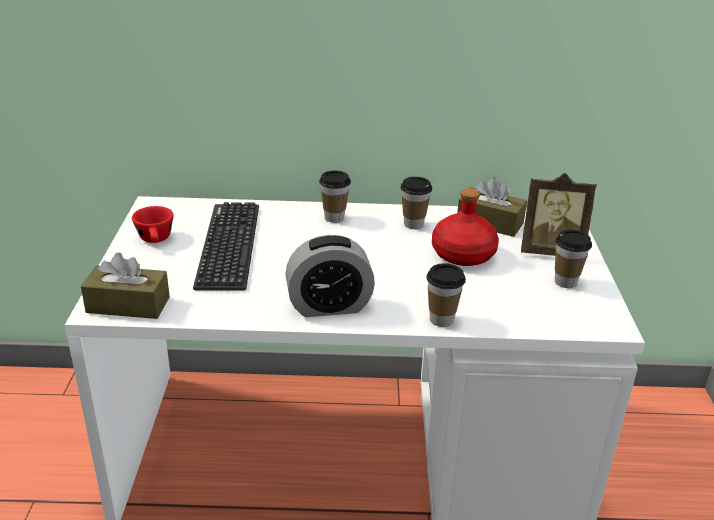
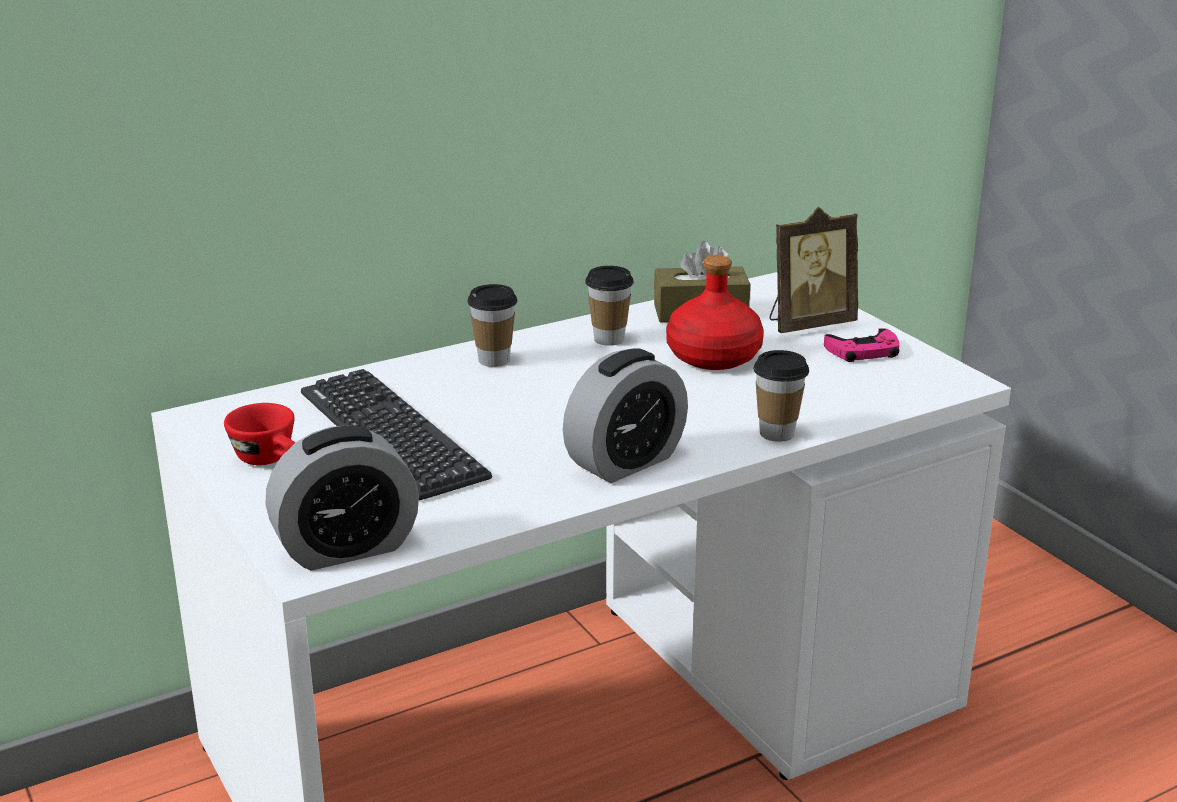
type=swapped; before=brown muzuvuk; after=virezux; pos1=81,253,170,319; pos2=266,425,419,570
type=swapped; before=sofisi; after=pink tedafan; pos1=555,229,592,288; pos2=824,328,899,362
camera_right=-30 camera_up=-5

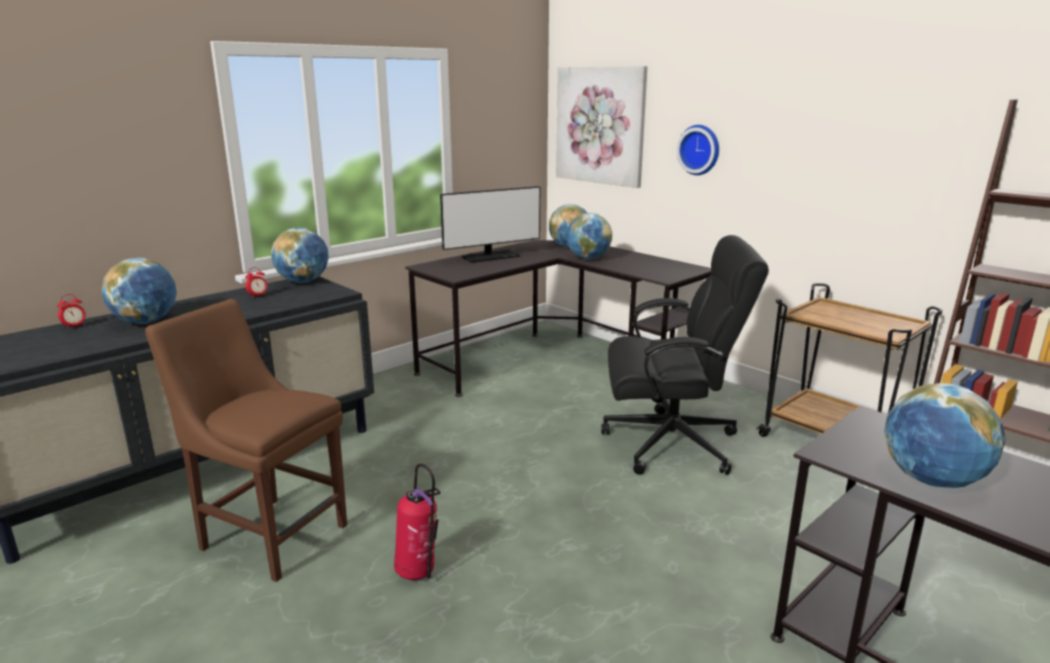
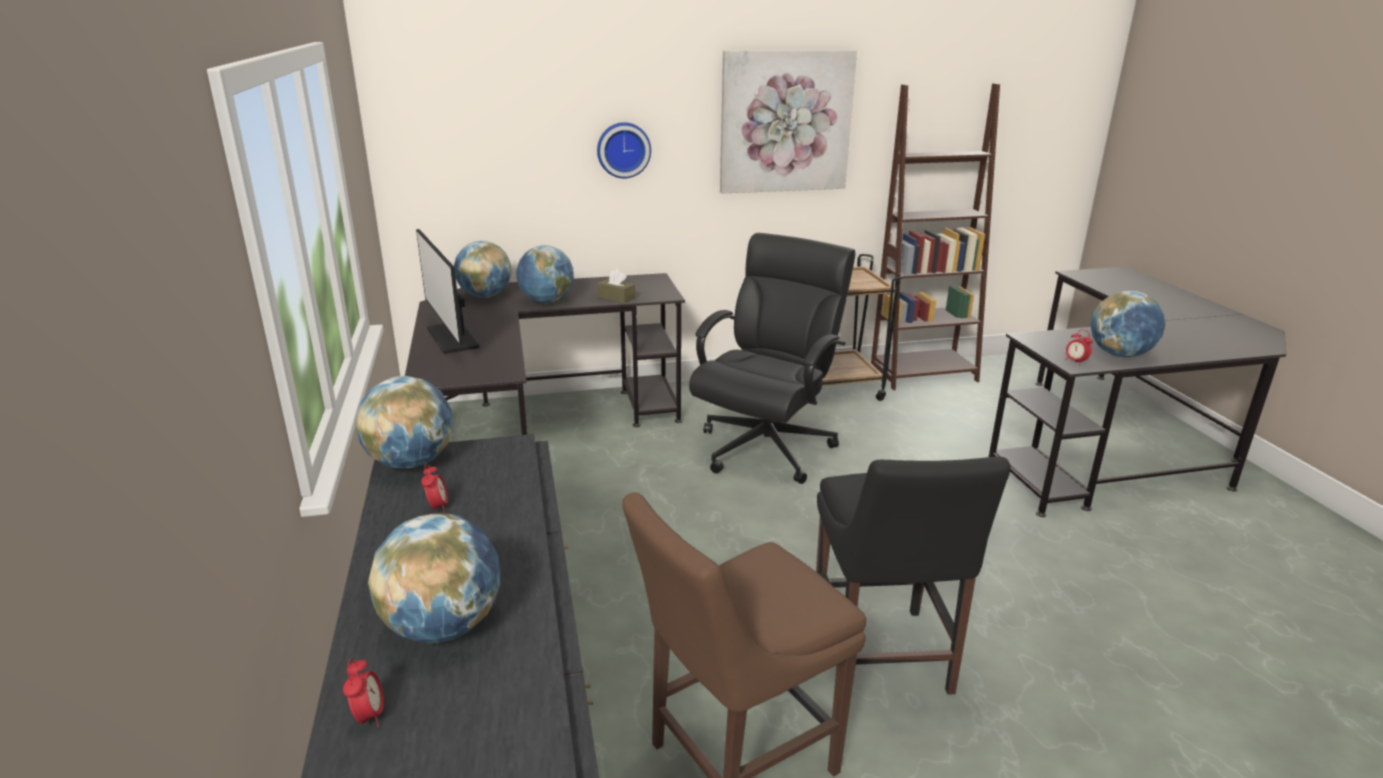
type=new; after=brown muzuvuk; pos2=597,269,635,303
type=new; after=virezux; pos2=1065,330,1093,363
type=shifted; before=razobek; pos1=556,66,647,188; pos2=720,50,857,194
type=swapped; before=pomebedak; after=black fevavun; pos1=394,463,441,581; pos2=816,457,1011,695
type=rotated; before=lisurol; pos1=440,186,540,263; pos2=416,229,479,354; turn=150
camera_right=-60 camera_up=5

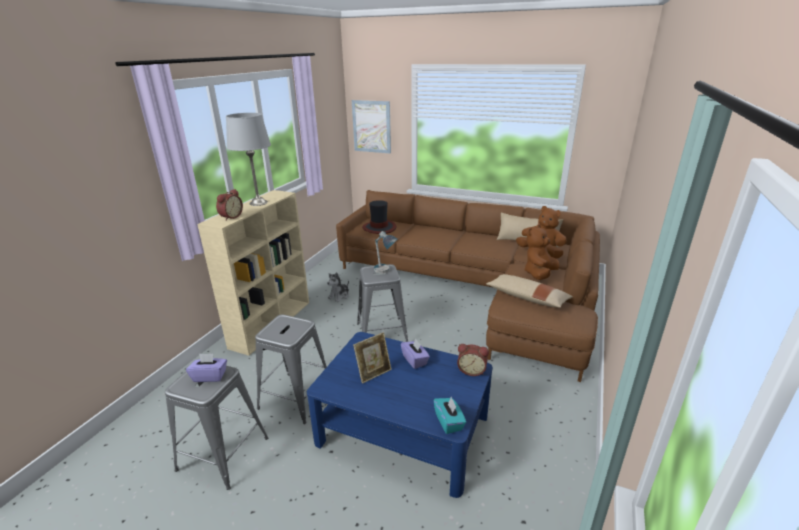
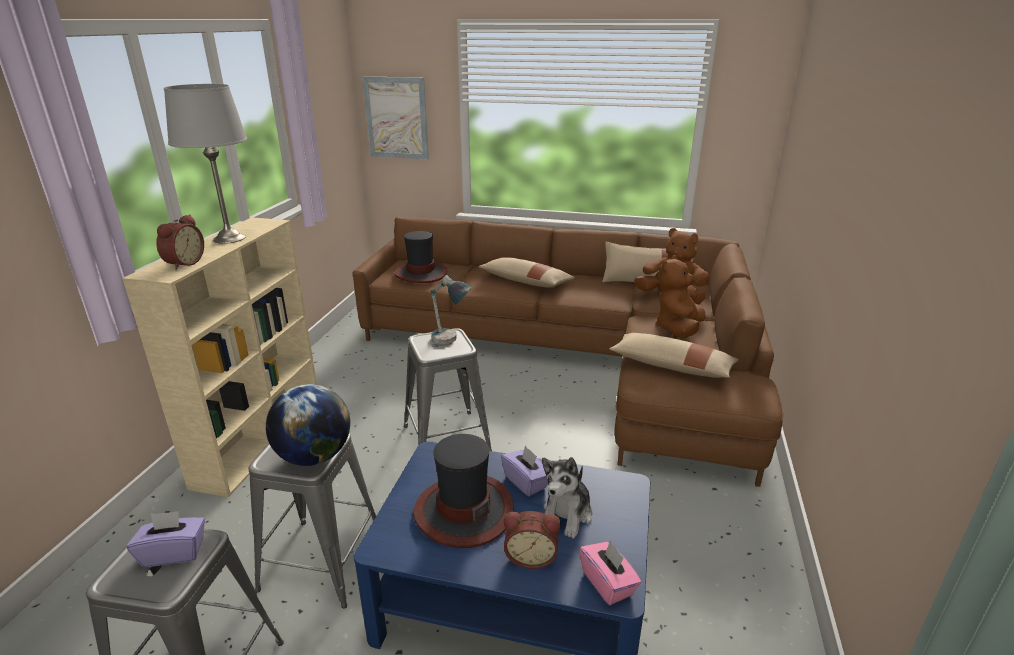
type=new; after=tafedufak; pos2=266,384,350,466
type=new; after=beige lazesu; pos2=479,257,575,288
type=shifted; before=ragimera; pos1=327,272,349,302; pos2=542,457,593,539
type=shifted; before=virezux; pos1=457,344,489,376; pos2=504,511,561,569
type=swapped; before=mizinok; after=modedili; pos1=353,332,392,384; pos2=413,434,514,548
type=repainted; before=turquoise muzuvuk; after=pink muzuvuk; pos1=434,397,466,434; pos2=579,540,641,605
camera_right=-10 camera_up=0

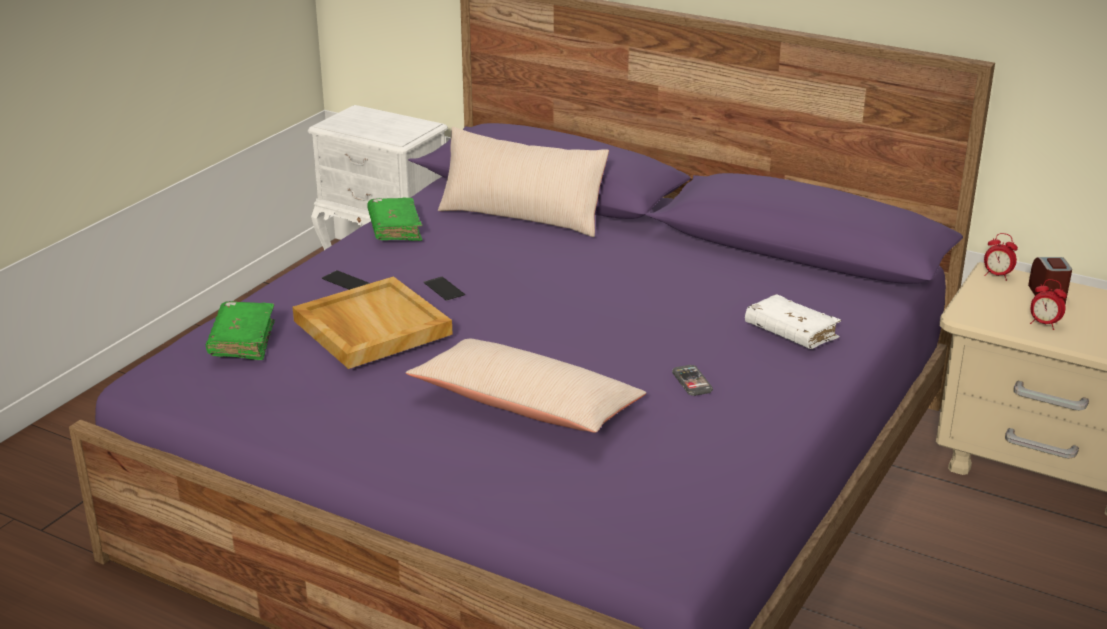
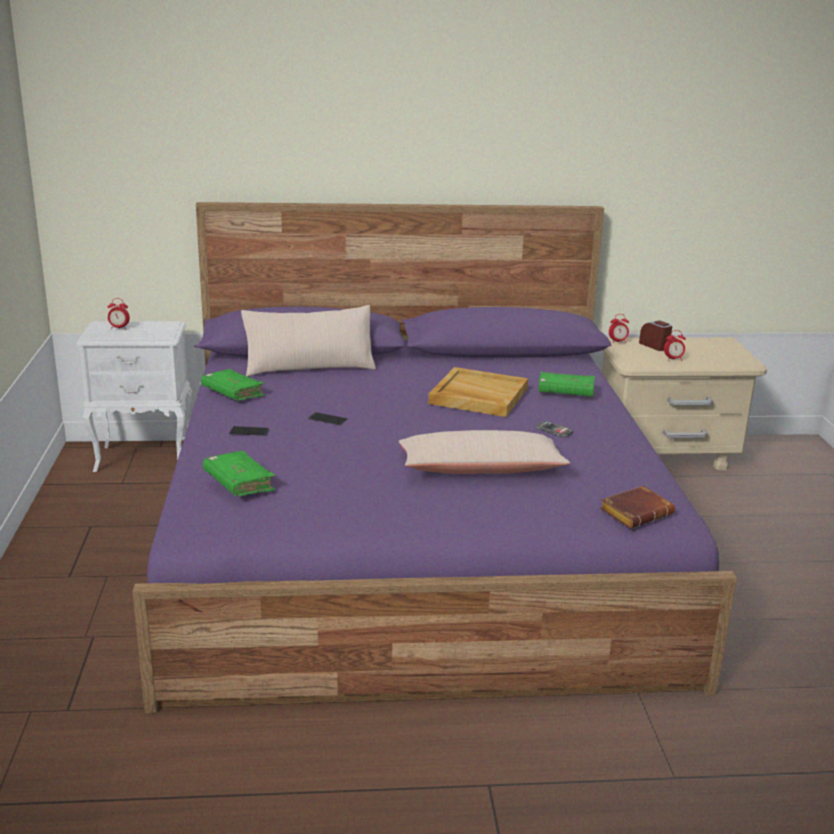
type=new; after=virezux; pos2=108,298,130,330
type=new; after=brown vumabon; pos2=600,486,675,529
type=shifted; before=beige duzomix; pos1=293,276,453,369; pos2=428,367,528,417
type=repainted; before=white vumabon; after=green vumabon; pos1=745,294,841,349; pos2=538,372,595,397
camera_right=-35 camera_up=-5

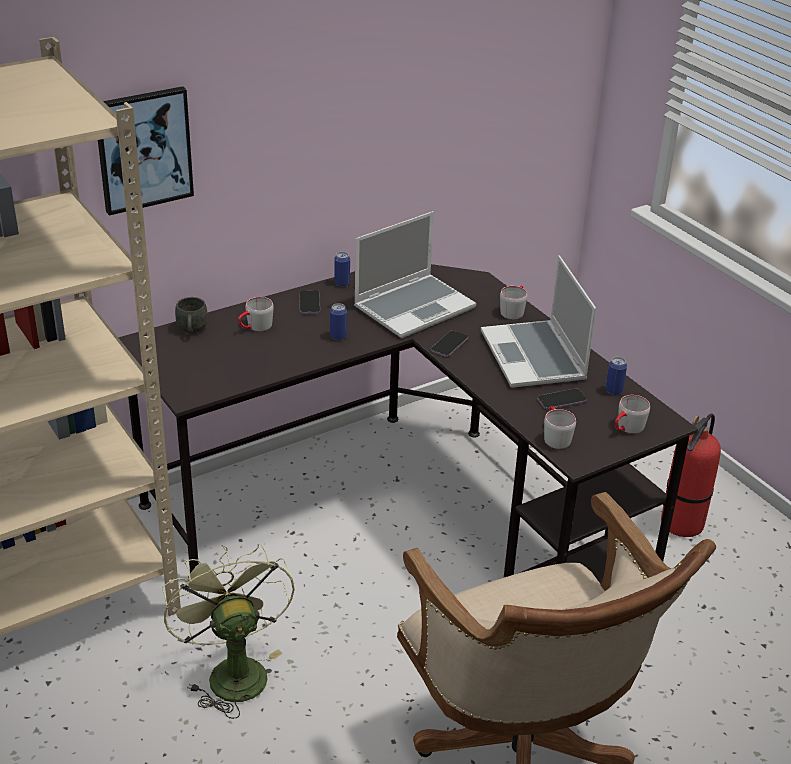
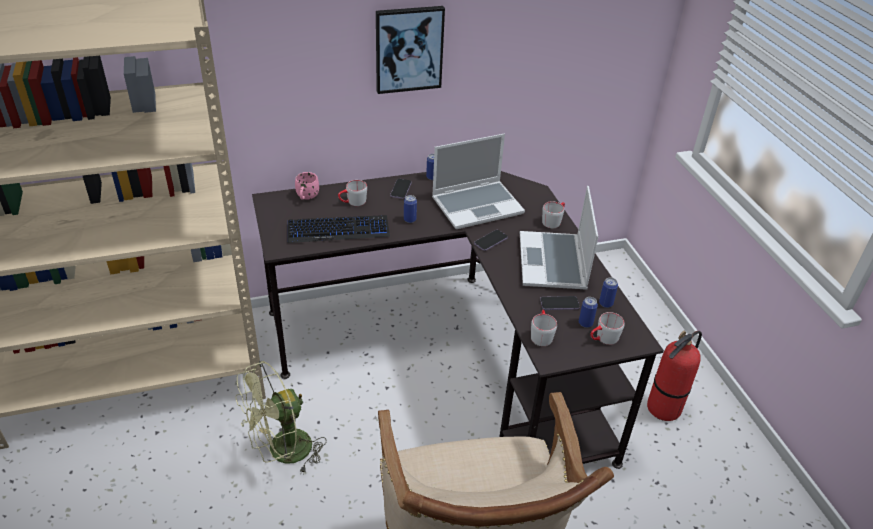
type=new; after=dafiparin; pos2=288,215,390,243
type=new; after=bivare; pos2=579,297,598,328
type=shifted; before=razobek; pos1=98,86,194,216; pos2=376,6,445,94
type=repainted; before=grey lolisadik; after=pink lolisadik; pos1=175,297,208,333; pos2=295,172,319,200
type=rotated; before=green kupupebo; pos1=162,544,295,719; pos2=235,361,327,475; turn=-120
camera_right=15 camera_up=5

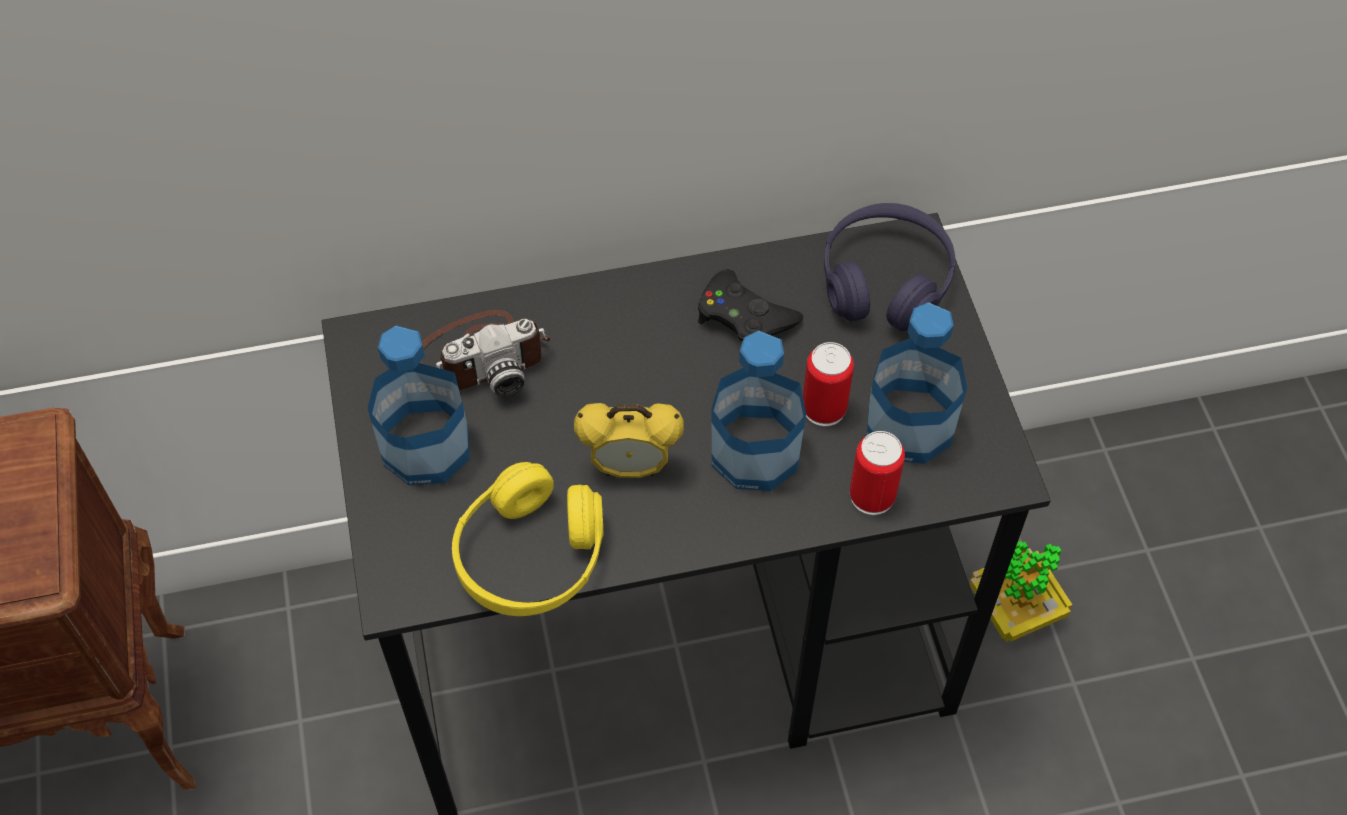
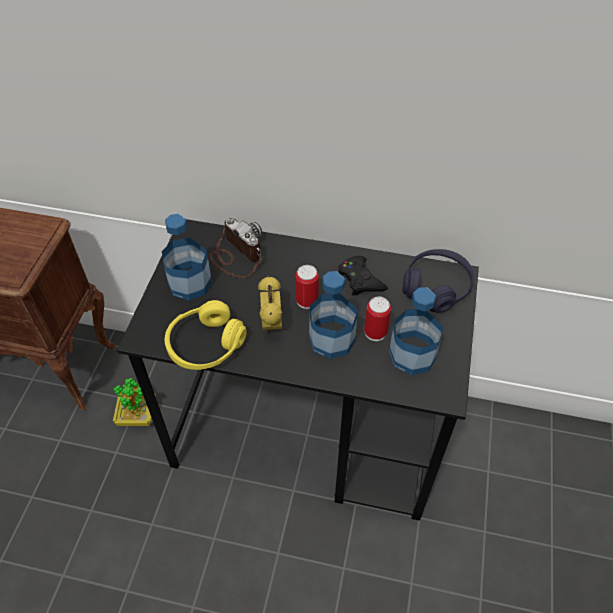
type=shifted; before=bivare; pos1=849,431,905,515; pos2=295,265,319,309
type=shifted; before=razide; pos1=969,541,1072,642; pos2=113,378,156,426
type=rotated; before=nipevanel; pos1=420,310,550,397; pos2=209,218,262,278; turn=-135
type=rotated; before=virezux; pos1=574,403,684,478; pos2=258,276,282,334; turn=60
camera_right=25 camera_up=-5

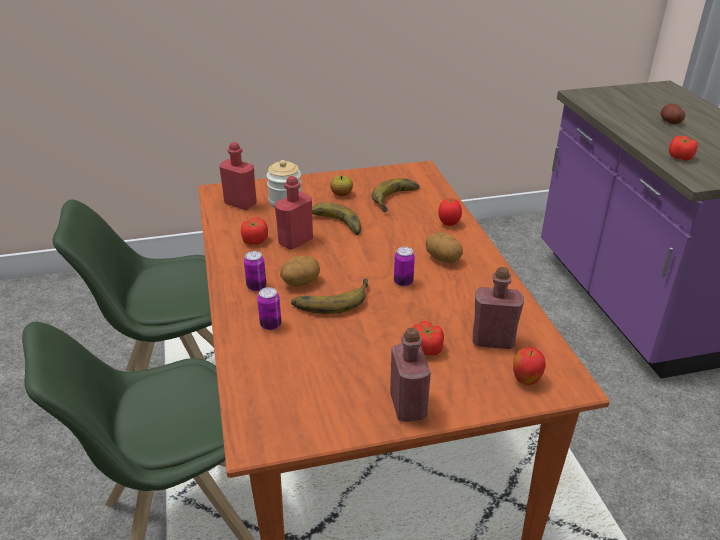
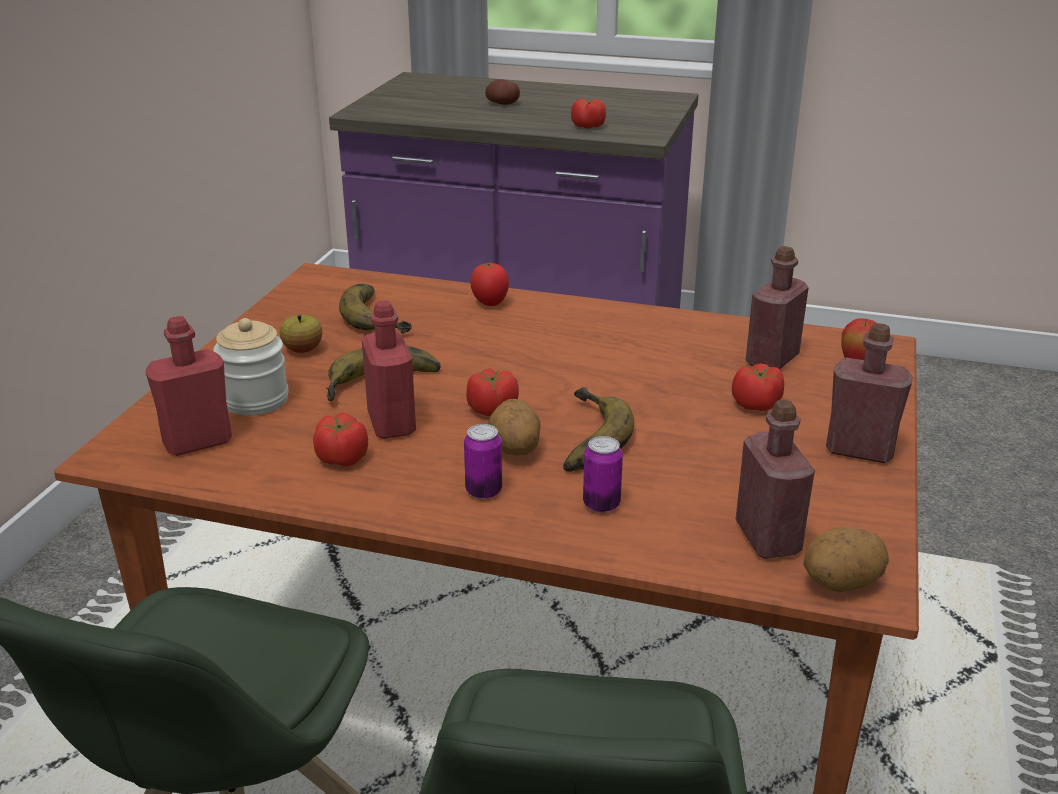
type=gone; before=bivare; pos1=394,247,415,287
type=new; after=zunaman; pos2=466,368,519,416
type=new; after=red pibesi; pos2=735,400,815,559
type=shifted; before=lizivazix; pos1=426,232,463,263; pos2=803,526,889,592
camera_right=-60 camera_up=-5

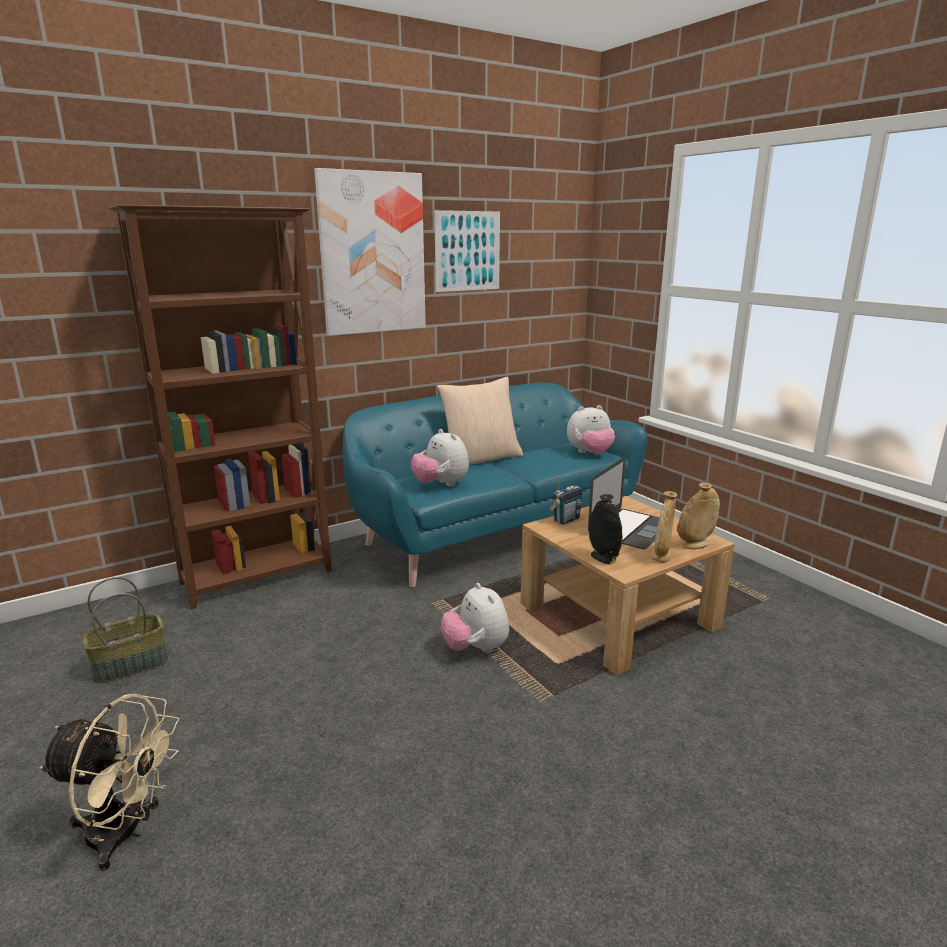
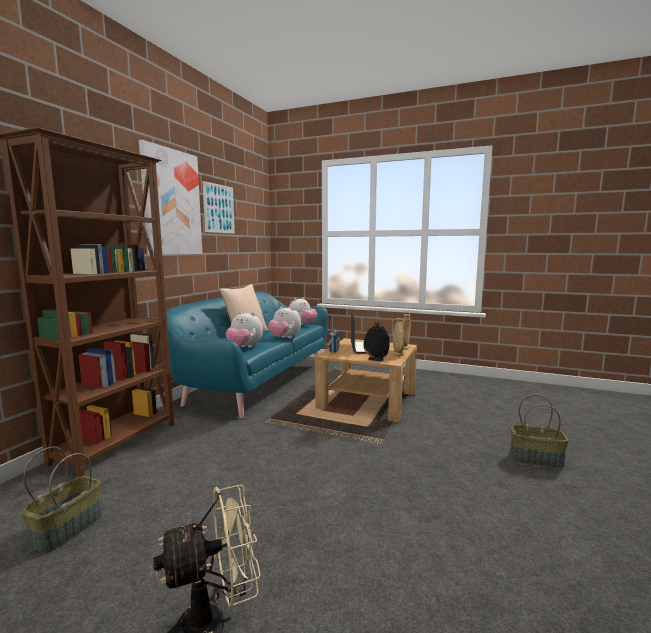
type=new; after=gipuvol; pos2=510,394,569,468
type=shifted; before=ragimera; pos1=441,583,509,653; pos2=268,306,301,338
camera_right=-35 camera_up=-10

